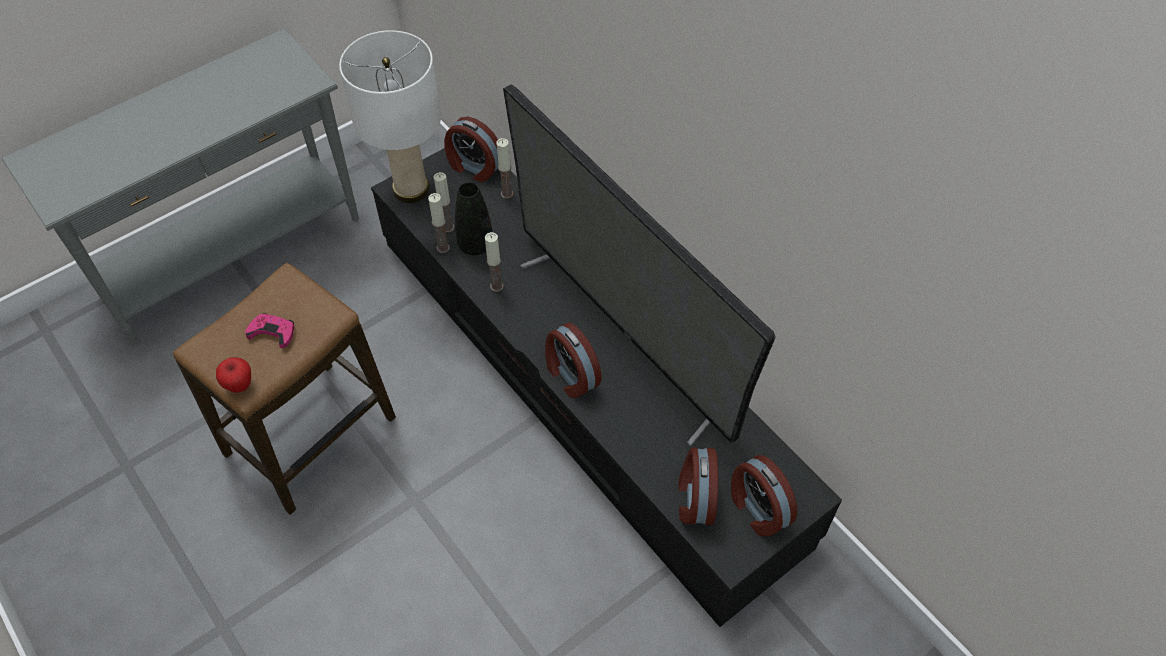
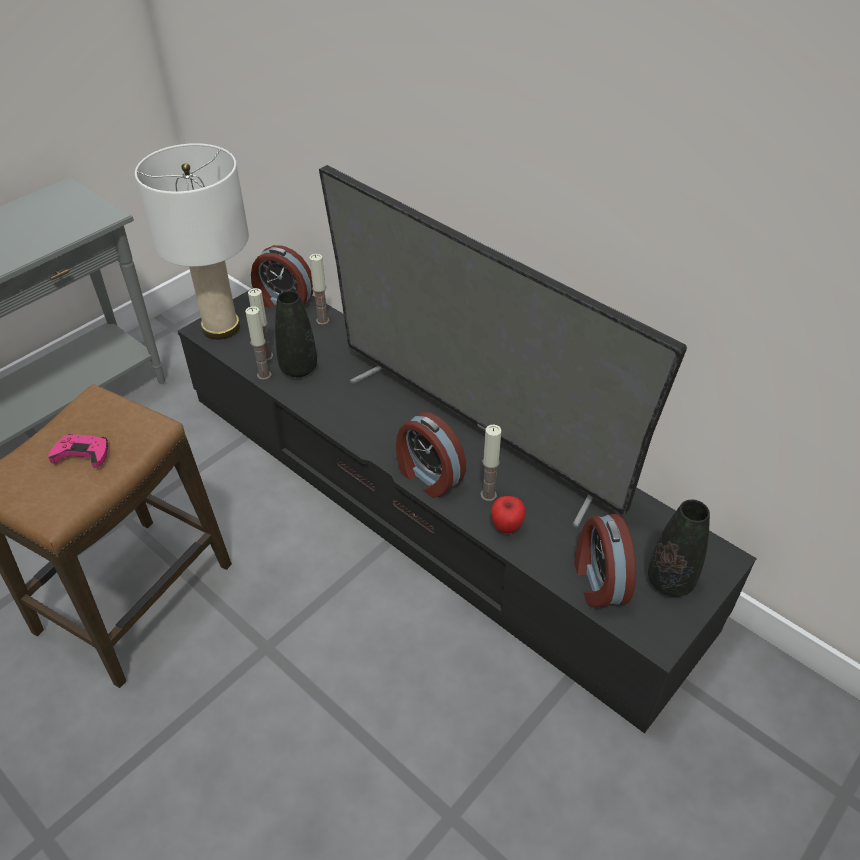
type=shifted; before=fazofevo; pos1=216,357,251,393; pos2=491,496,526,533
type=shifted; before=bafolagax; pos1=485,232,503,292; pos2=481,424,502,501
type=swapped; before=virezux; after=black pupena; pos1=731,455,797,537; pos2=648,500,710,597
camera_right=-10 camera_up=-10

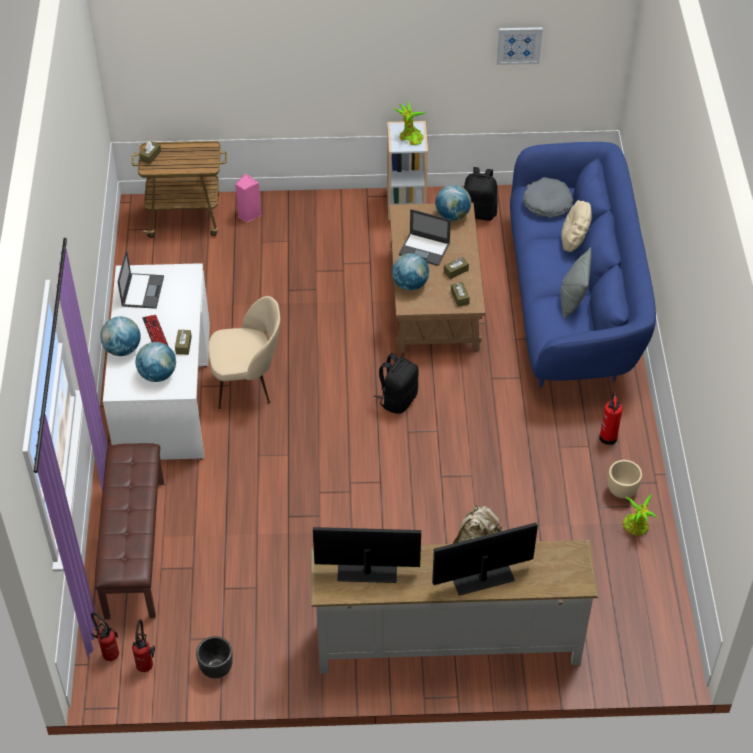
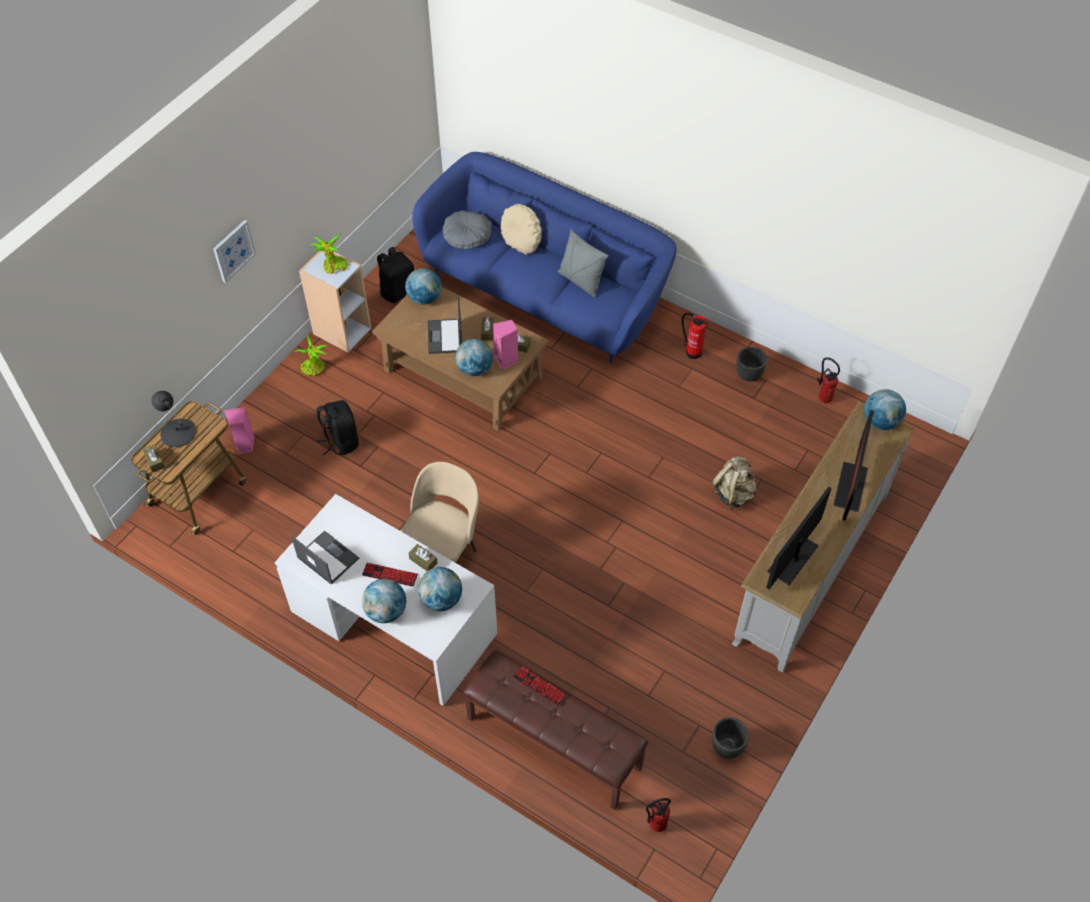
type=new; after=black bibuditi; pos2=151,391,196,447
type=new; after=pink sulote; pos2=493,320,519,370
type=new; after=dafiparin; pos2=513,666,567,706
type=new; after=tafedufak; pos2=864,389,906,430
type=shifted; before=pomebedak; pos1=132,619,155,672; pos2=817,357,840,404
type=shifted; before=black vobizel; pos1=374,353,418,414; pos2=317,400,359,455
type=shifted; before=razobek; pos1=497,27,543,65; pos2=213,220,256,283
type=shifted; before=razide; pos1=623,494,658,536; pos2=294,335,329,376
type=repainted; before=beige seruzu; after=black seruzu; pos1=608,460,642,499; pos2=736,347,767,382
type=rotated; before=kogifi; pos1=399,209,451,266; pos2=428,297,462,354; turn=120
camera_right=-55 camera_up=5

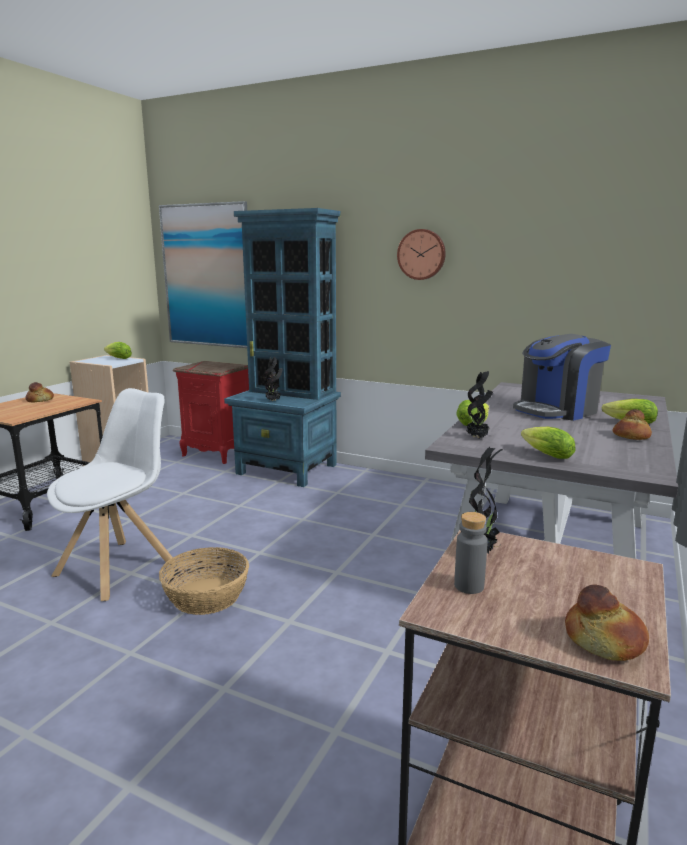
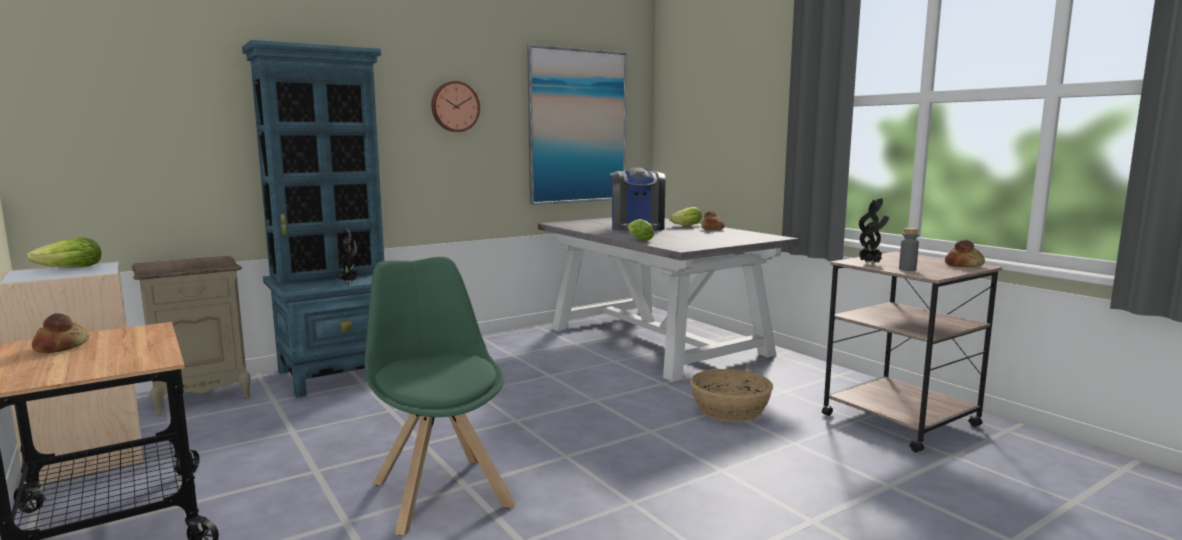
type=gone; before=razide; pos1=466,371,493,439
type=gone; before=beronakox; pos1=521,427,576,459
type=shifted; before=razobek; pos1=159,201,247,348; pos2=527,44,627,205
type=shifted; before=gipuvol; pos1=159,547,249,615; pos2=690,369,773,422
type=repainted; before=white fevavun; after=green fevavun; pos1=47,388,175,601; pos2=365,257,516,536
type=repainted; before=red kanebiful; after=beige kanebiful; pos1=173,361,249,464; pos2=132,255,250,415
camera_right=-60 camera_up=-5

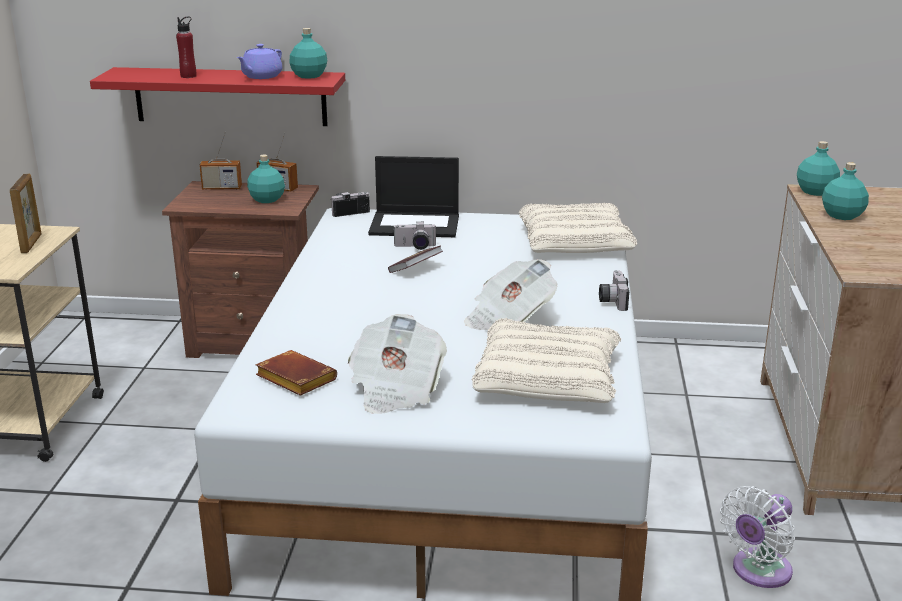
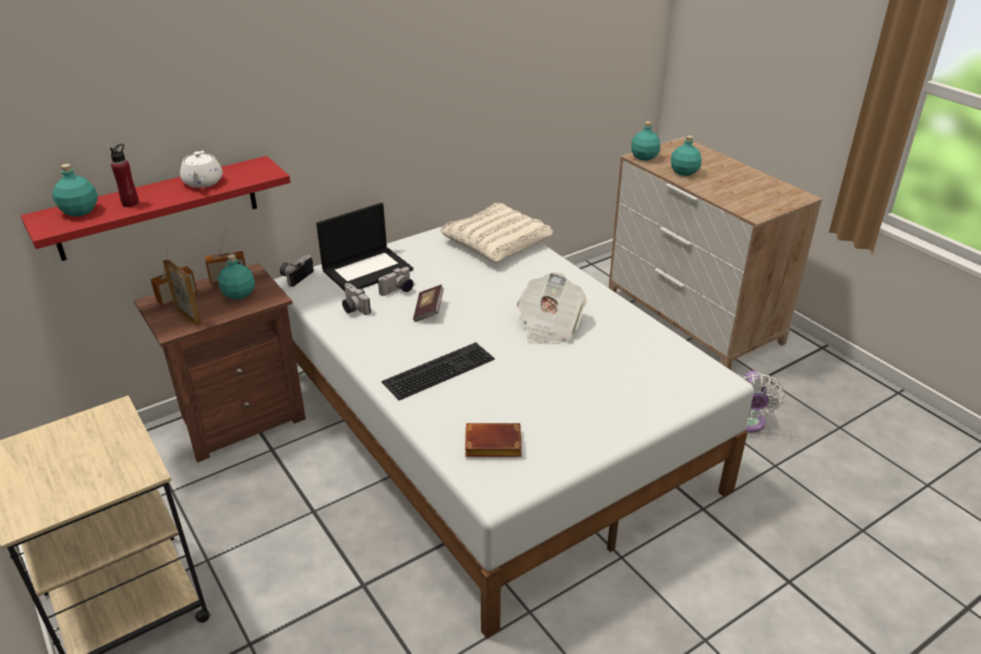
type=gone; before=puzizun; pos1=348,314,447,414
type=gone; before=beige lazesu; pos1=471,318,621,403
type=new; after=dafiparin; pos2=381,342,495,400
type=shifted; before=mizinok; pos1=10,173,42,253; pos2=163,259,201,326
type=shifted; before=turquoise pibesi; pos1=289,28,327,79; pos2=52,164,98,217
type=shifted; before=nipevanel; pos1=599,270,629,311; pos2=342,283,371,315
type=repainted; before=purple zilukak; after=white zilukak; pos1=237,44,282,79; pos2=180,151,223,188
camera_right=-40 camera_up=10

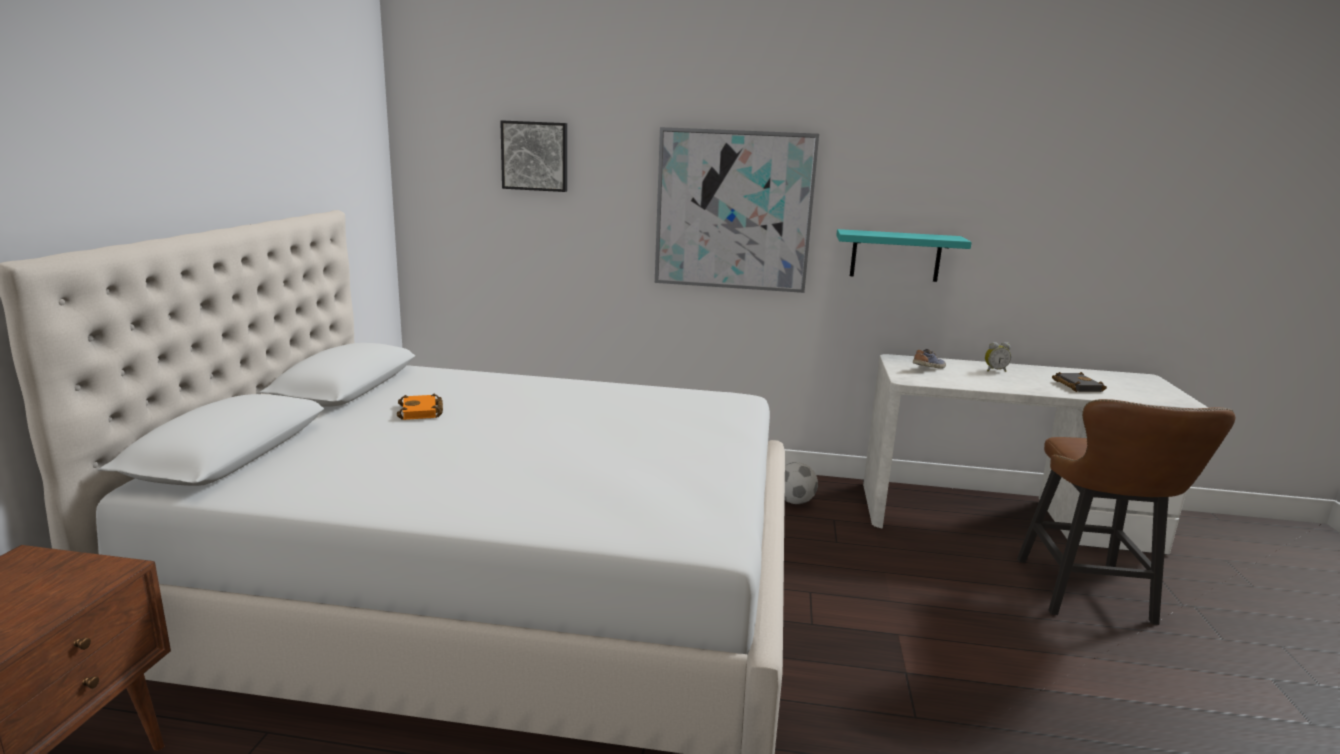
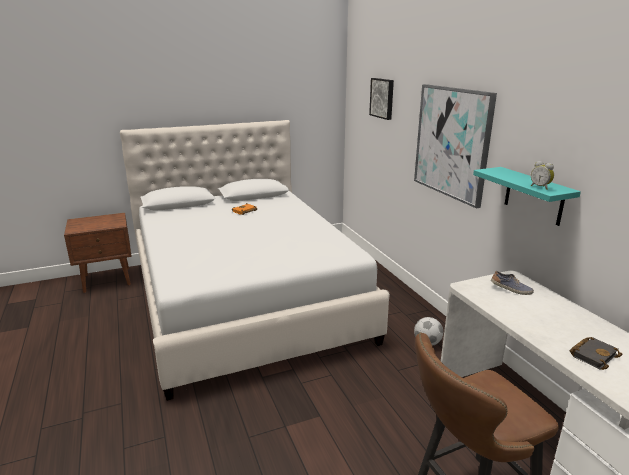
type=shifted; before=virezux; pos1=985,342,1011,372; pos2=531,161,554,190
camera_right=60 camera_up=5

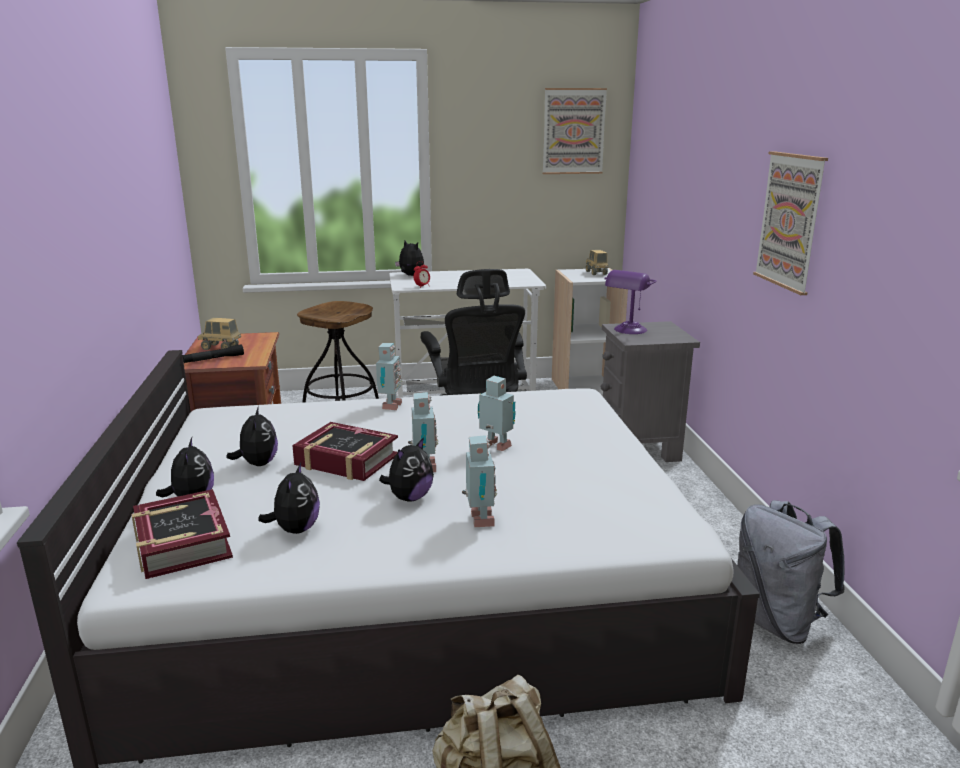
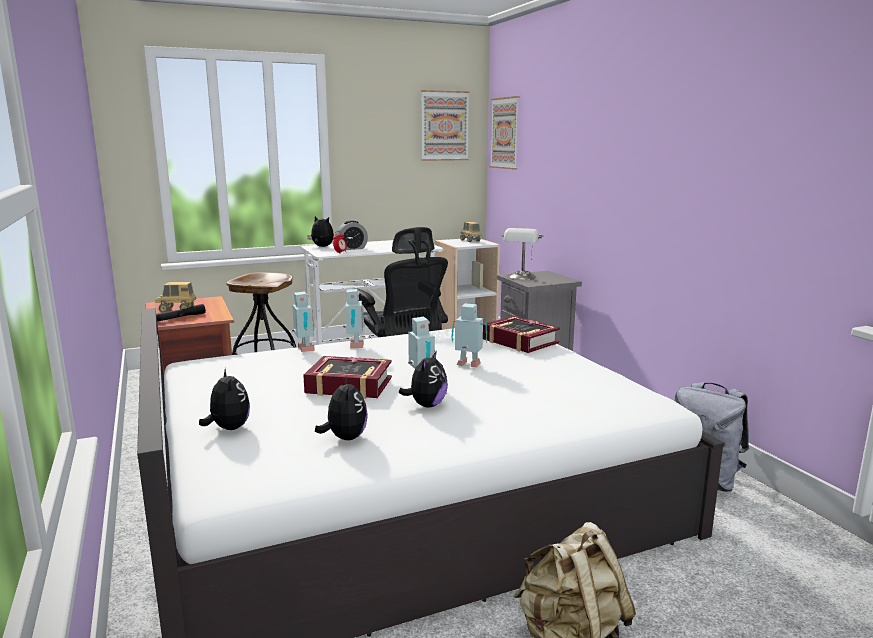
type=gone; before=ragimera; pos1=227,406,278,466
type=new; after=virezux; pos2=336,220,368,250
type=shifted; before=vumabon; pos1=131,489,233,579; pos2=483,316,560,353
type=shifted; before=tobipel; pos1=462,435,497,527; pos2=292,291,315,352
type=shifted; before=razobek; pos1=753,151,828,295; pos2=490,96,520,169
type=repainted; before=purple bibuditi; after=white bibuditi; pos1=605,270,657,334; pos2=502,228,544,280
camera_right=-15 camera_up=-5

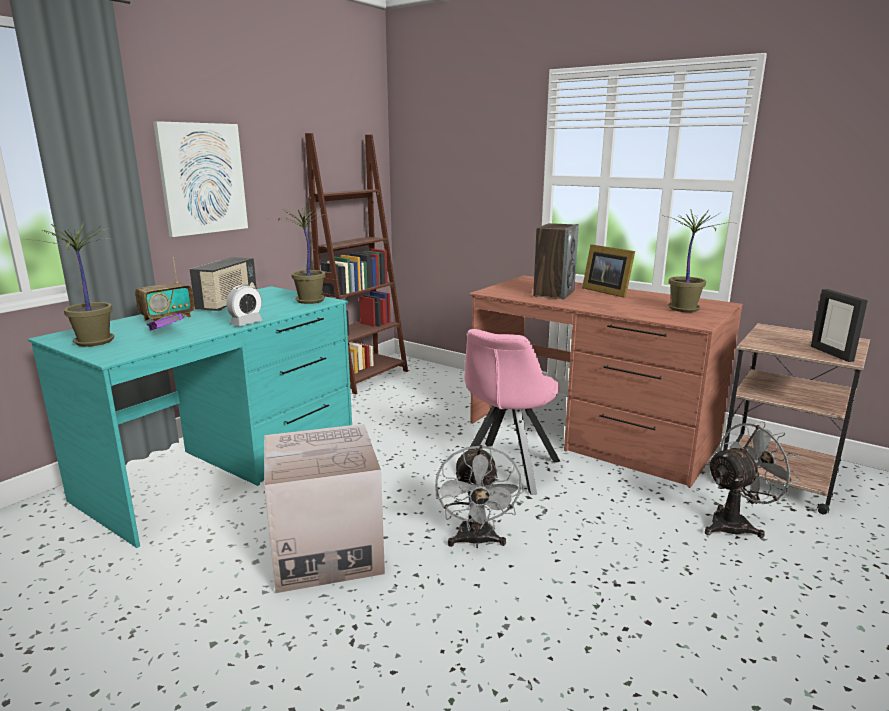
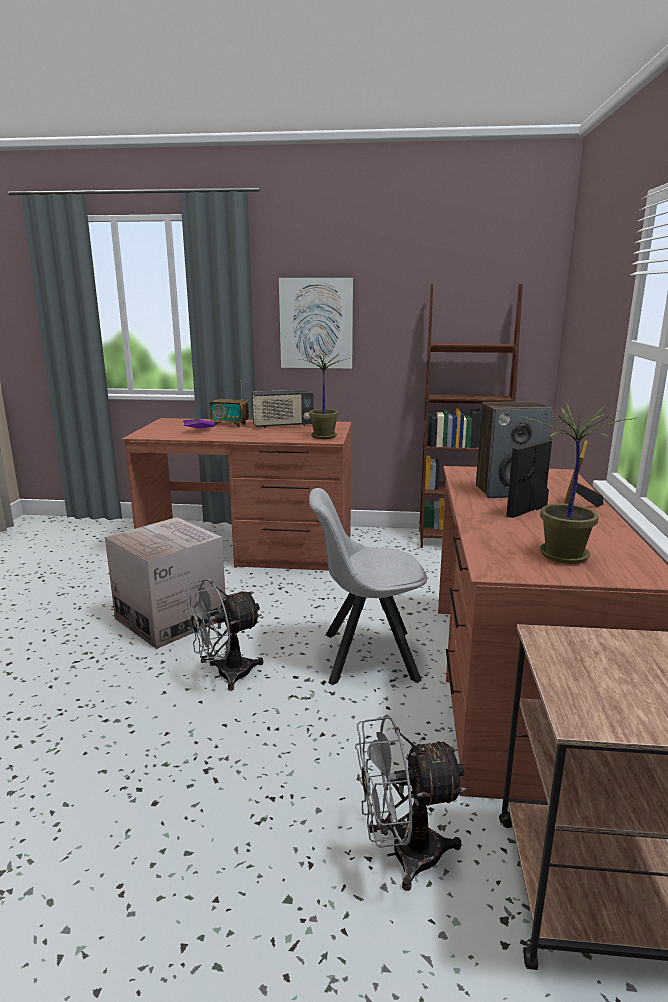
type=gone; before=razide; pos1=21,221,115,347
type=gone; before=virezux; pos1=227,285,263,326
type=shifted; before=mizinok; pos1=811,289,868,362; pos2=506,440,552,518
type=repainted; before=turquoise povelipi; after=brown povelipi; pos1=28,286,352,548; pos2=122,418,352,571
type=repainted; before=pink fevavun; after=grey fevavun; pos1=456,329,561,495; pos2=309,488,427,685
type=rotated; before=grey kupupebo; pos1=705,421,801,538; pos2=355,714,466,891; turn=135
camera_right=60 camera_up=0

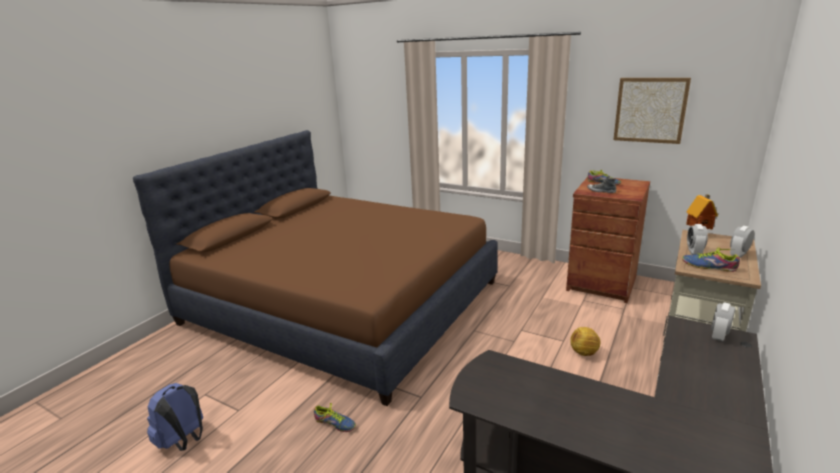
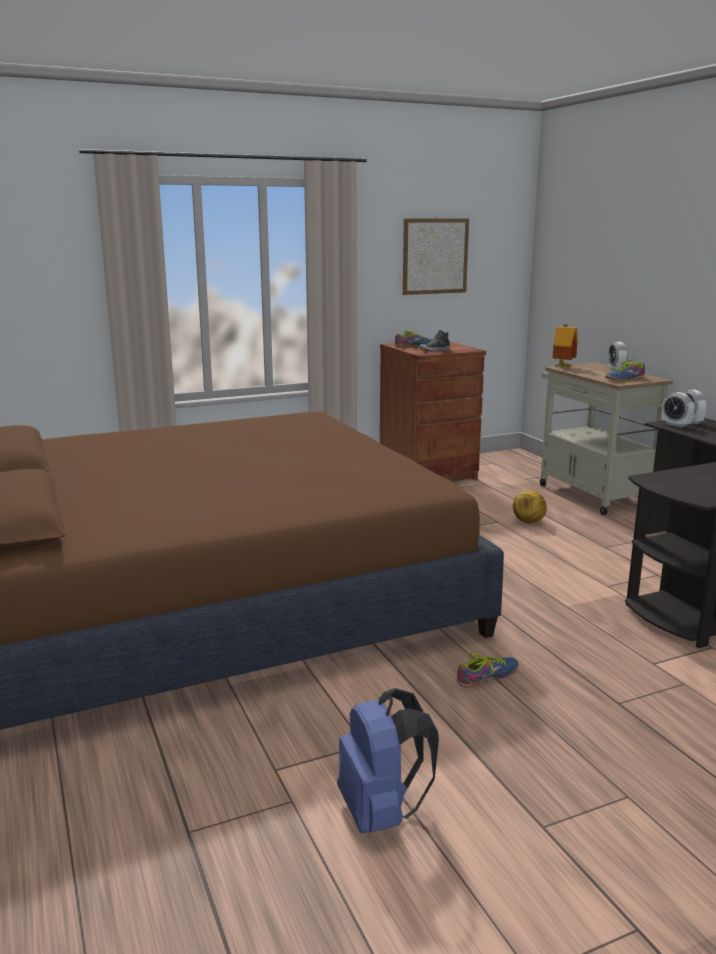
type=shifted; before=virezux; pos1=687,224,708,255; pos2=662,392,695,428
camera_right=-55 camera_up=-5

